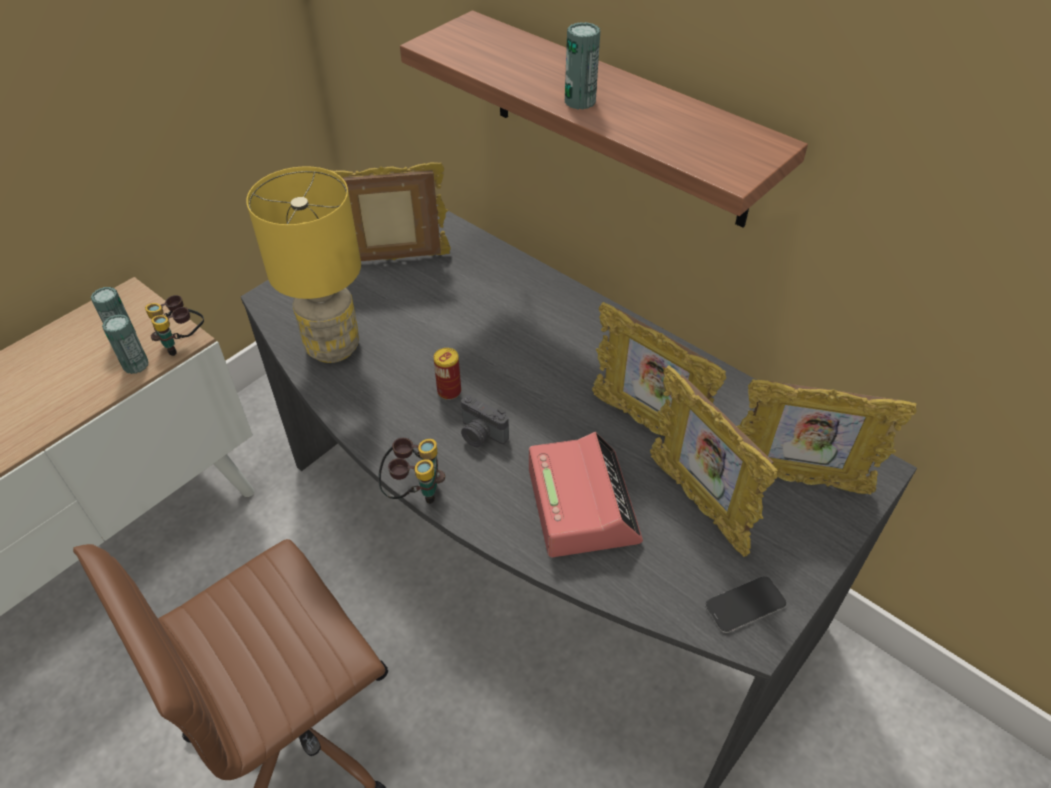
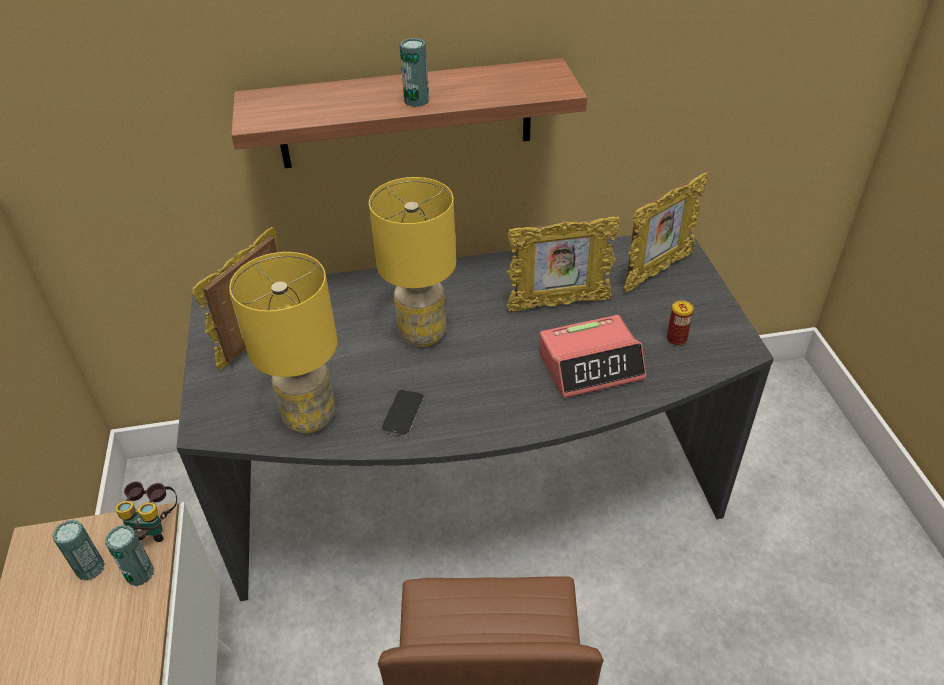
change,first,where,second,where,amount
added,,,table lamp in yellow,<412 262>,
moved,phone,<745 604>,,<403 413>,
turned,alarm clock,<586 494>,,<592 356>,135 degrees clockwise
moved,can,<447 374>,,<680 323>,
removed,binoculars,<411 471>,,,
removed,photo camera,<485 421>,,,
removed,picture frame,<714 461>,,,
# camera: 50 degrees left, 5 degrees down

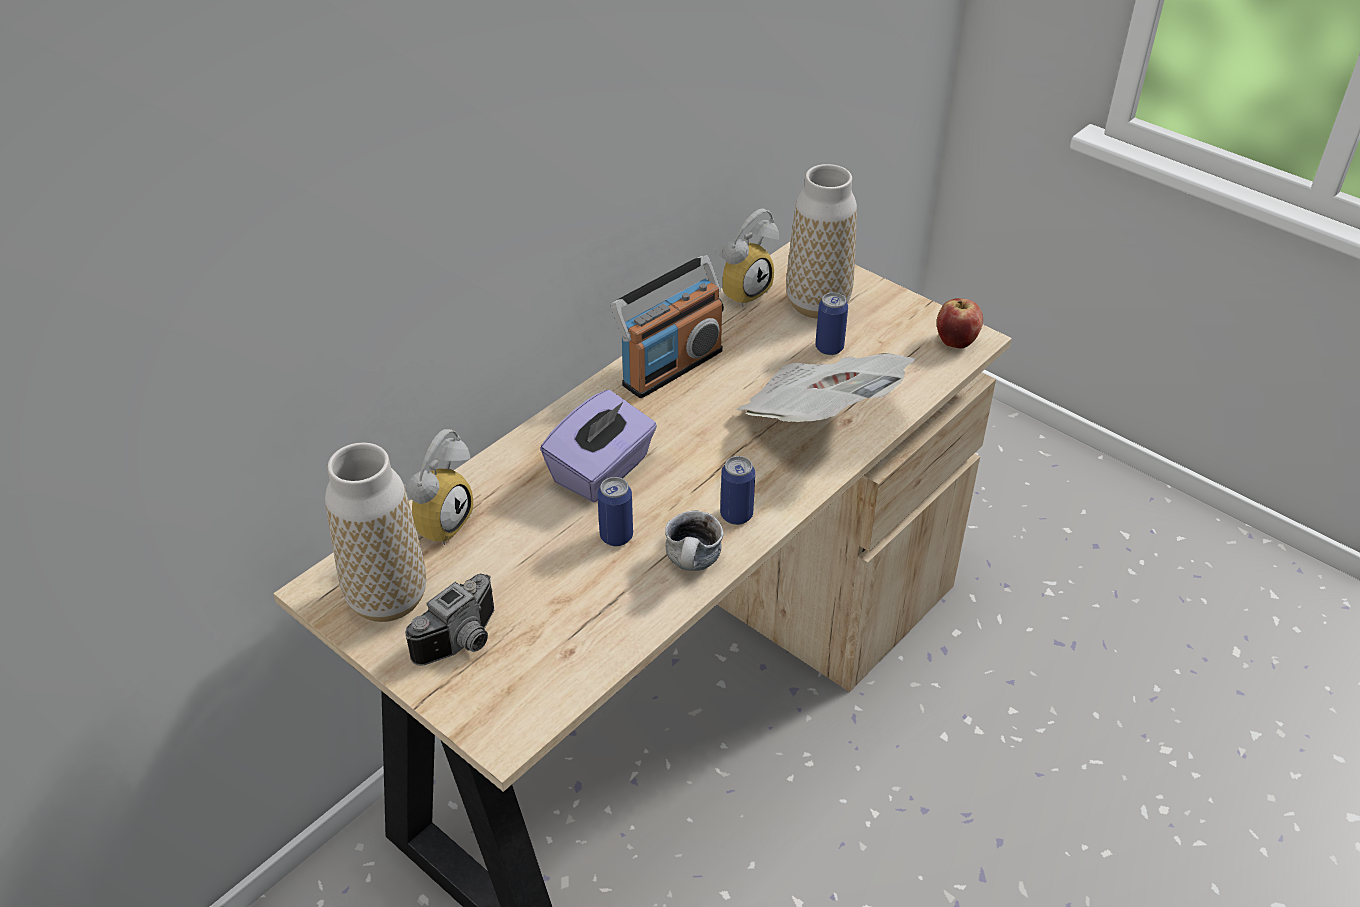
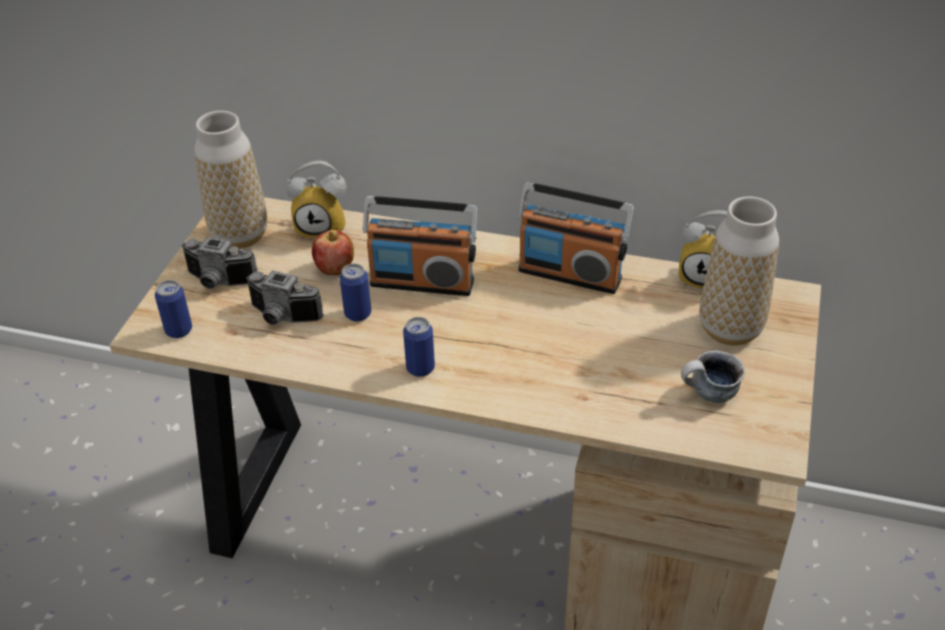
change,first,where,second,where,amount
moved,can,<831 323>,,<173 309>,
added,,,photo camera,<284 298>,
moved,apple,<960 323>,,<333 252>,
replaced,tissue box in purple,<598 446>,radio,<420 246>,
moved,mug,<694 541>,,<713 376>,
removed,newspaper,<825 387>,,,
# camera: 65 degrees right, 0 degrees up

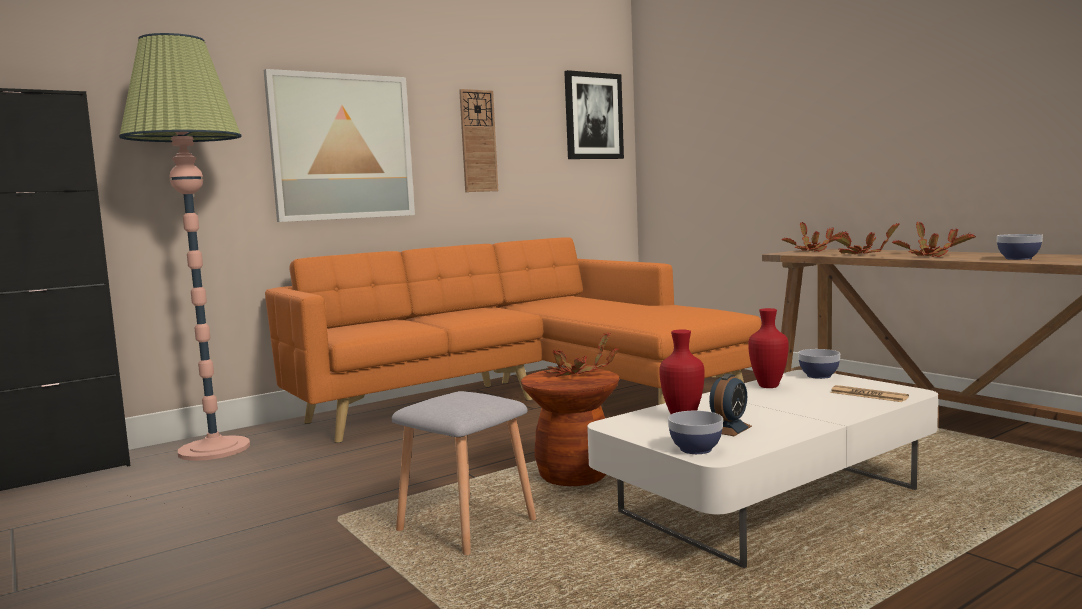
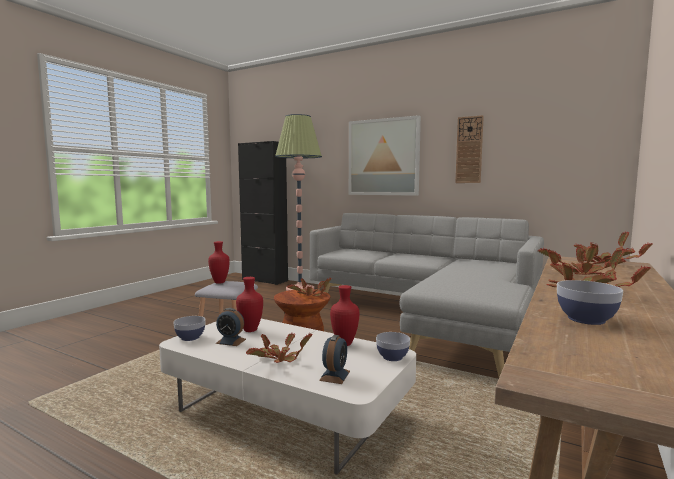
change,first,where,second,where,amount
added,,,vase in red,<219 262>,
added,,,potted plant,<279 347>,
recoloured,sofa in orange,<513 340>,sofa in grey,<427 295>,
replaced,newspaper,<869 393>,alarm clock,<334 359>,
removed,picture,<594 114>,,,
# camera: 65 degrees right, 0 degrees up

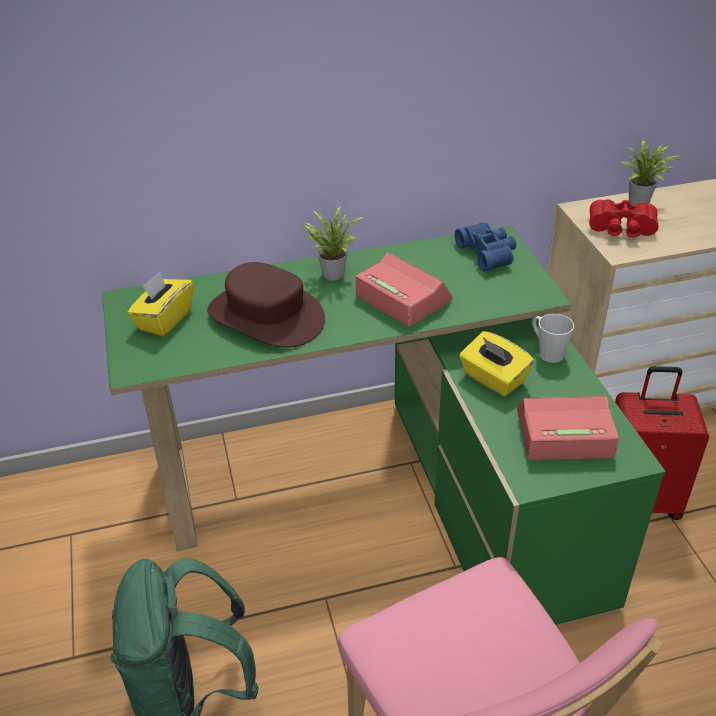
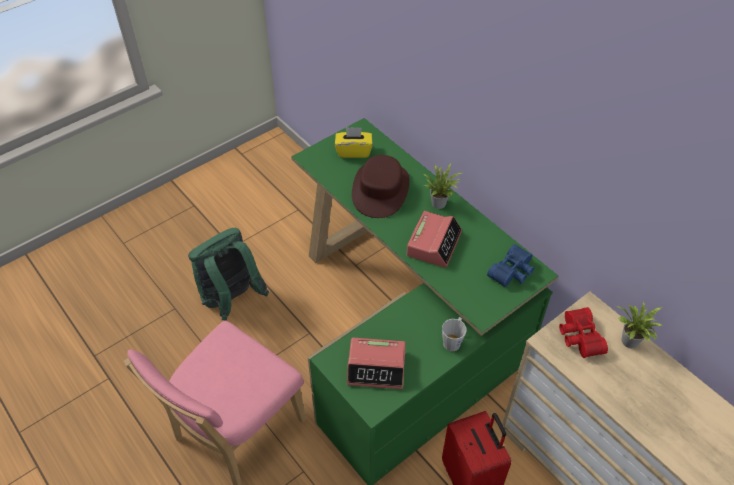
change,first,where,second,where,amount
turned,alarm clock,<568 428>,,<376 363>,120 degrees clockwise
removed,tissue box in yellow,<497 364>,,,
# camera: 65 degrees right, 10 degrees up

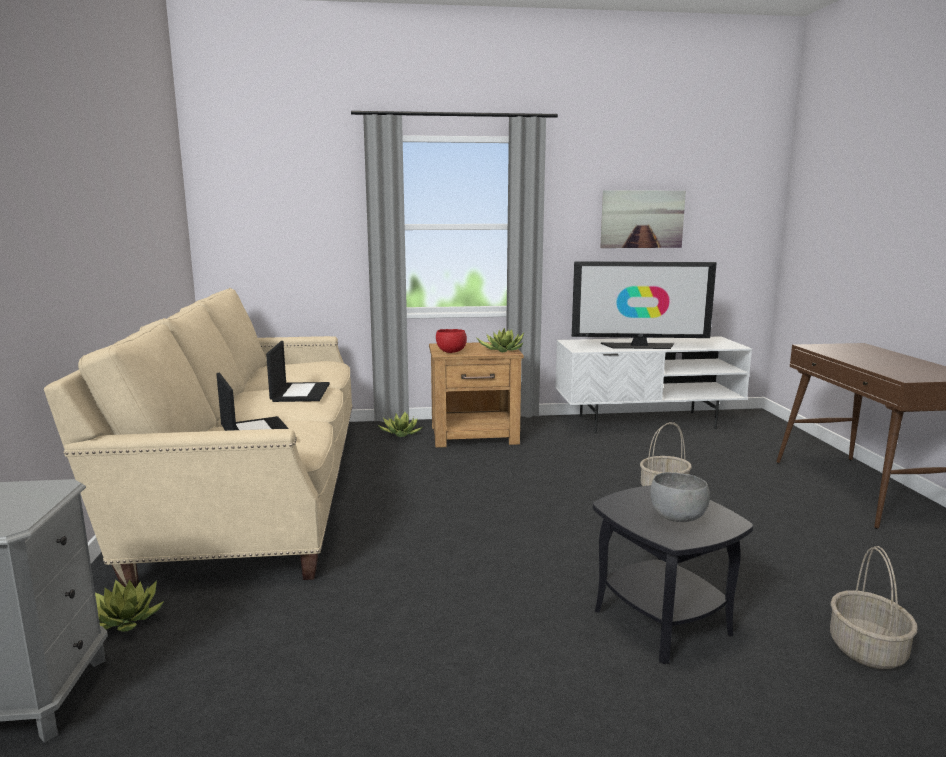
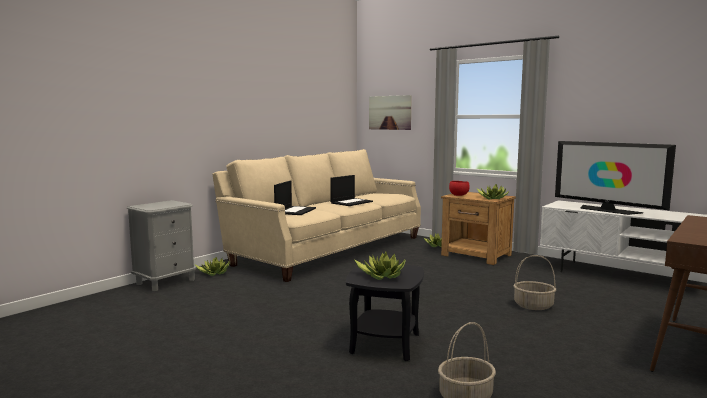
change,first,where,second,where,amount
replaced,bowl in grey,<680 497>,potted plant,<380 266>,
moved,picture,<643 219>,,<390 112>,
# camera: 45 degrees right, 5 degrees down

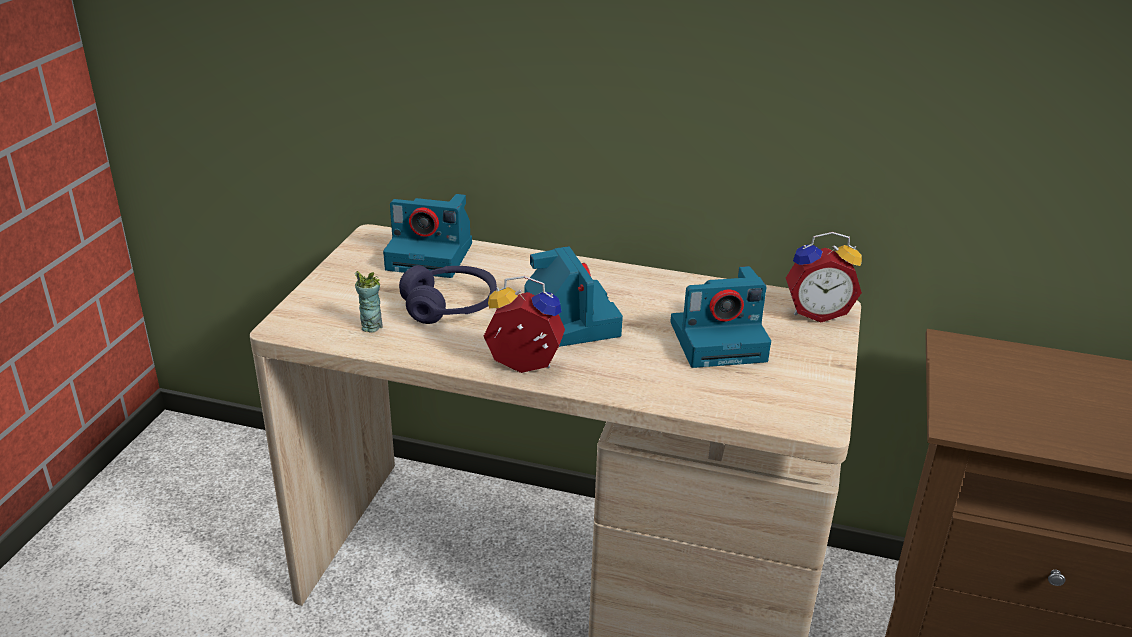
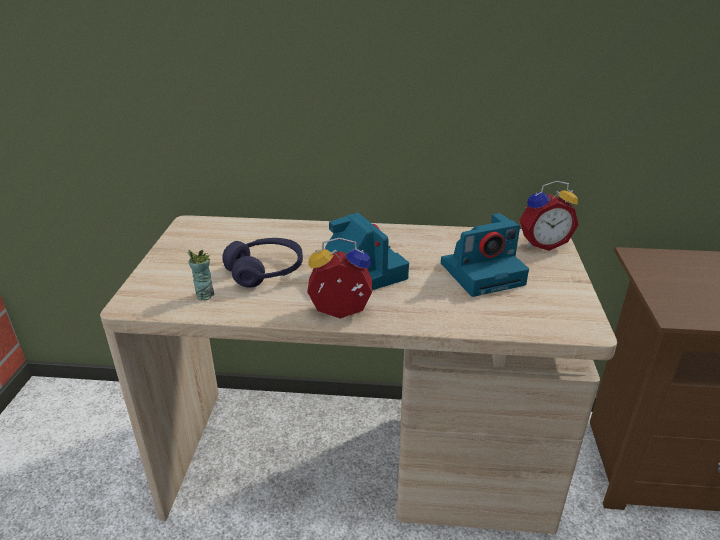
change,first,where,second,where,amount
removed,photo camera,<427 236>,,,
# camera: 10 degrees left, 0 degrees up

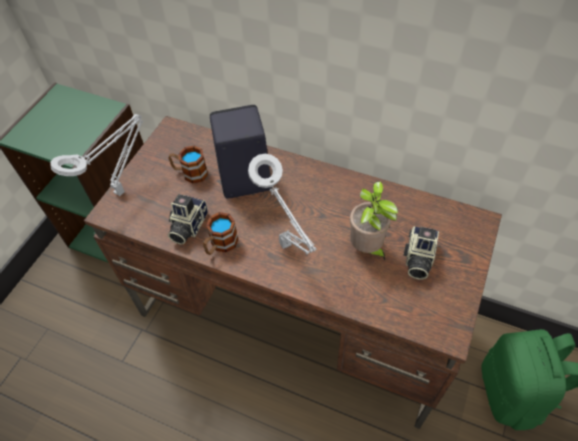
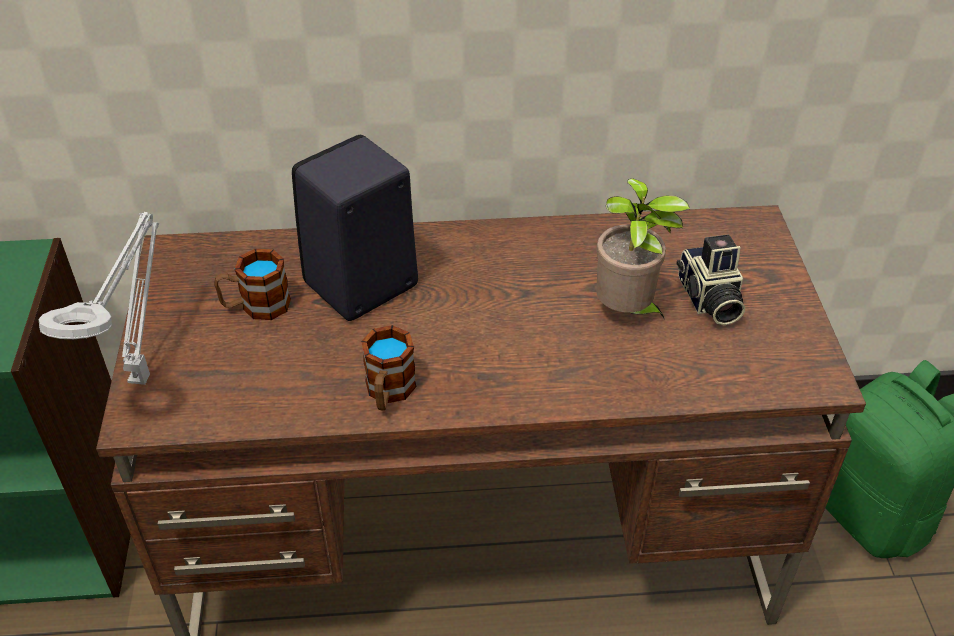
change,first,where,second,where,amount
removed,photo camera,<188 219>,,,
removed,table lamp in grey,<282 204>,,,
# camera: 30 degrees left, 10 degrees down

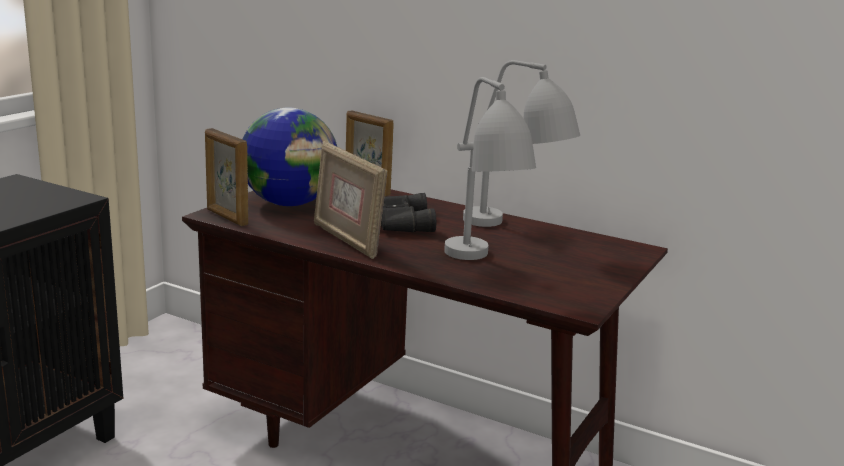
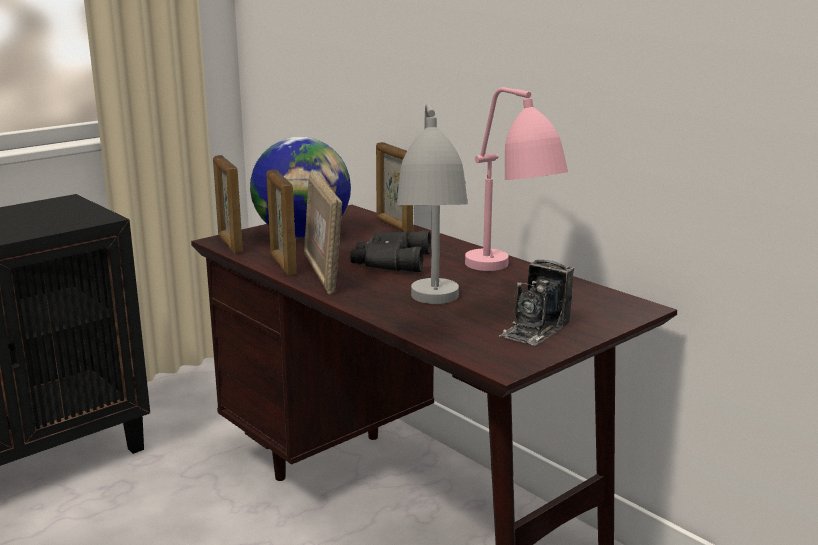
change,first,where,second,where,amount
added,,,picture frame,<282 223>,
recoloured,table lamp in grey,<521 143>,table lamp in pink,<516 179>,
added,,,photo camera,<536 302>,
# camera: 20 degrees right, 0 degrees up

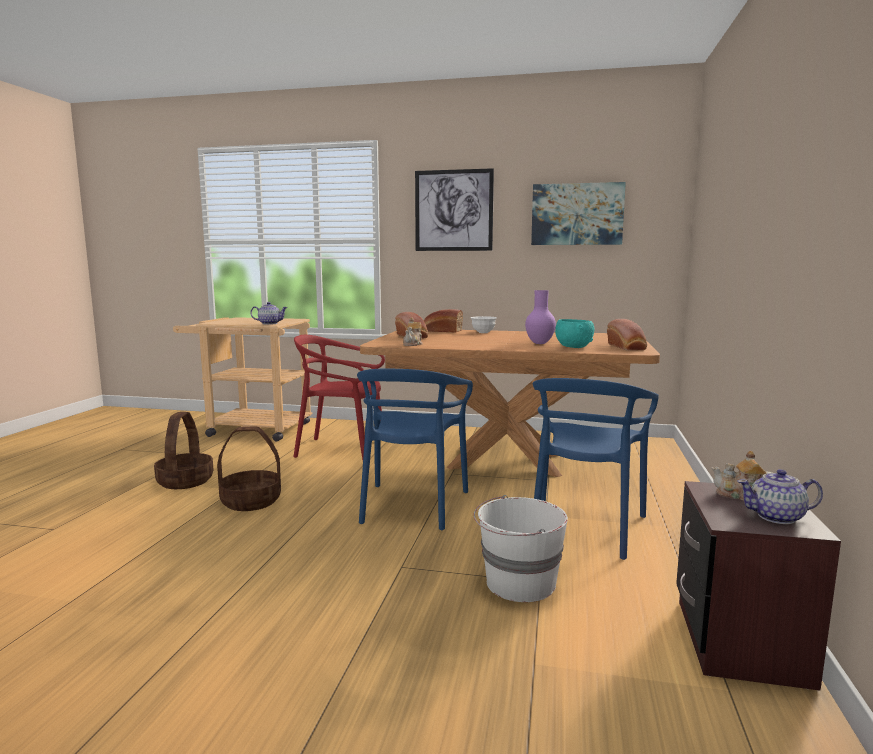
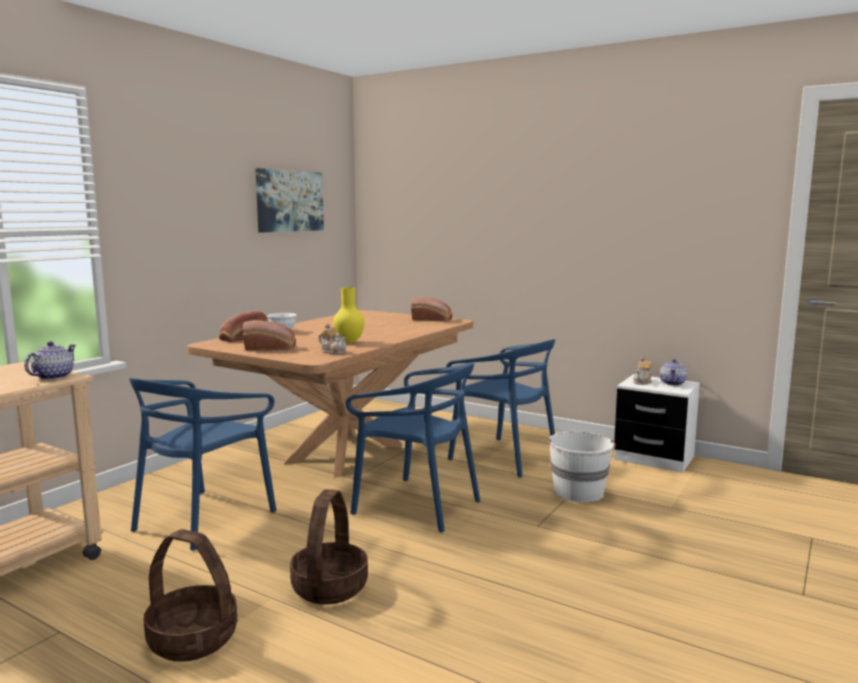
change,first,where,second,where,amount
recoloured,chair in red,<339 397>,chair in blue,<203 464>,
added,,,vase in yellow,<348 315>,
recoloured,nightstand in brown,<758 586>,nightstand in white,<657 423>,
removed,picture,<454 209>,,,
removed,vase in purple,<540 317>,,,
removed,bowl in turquoise,<574 333>,,,
# camera: 70 degrees left, 0 degrees up

